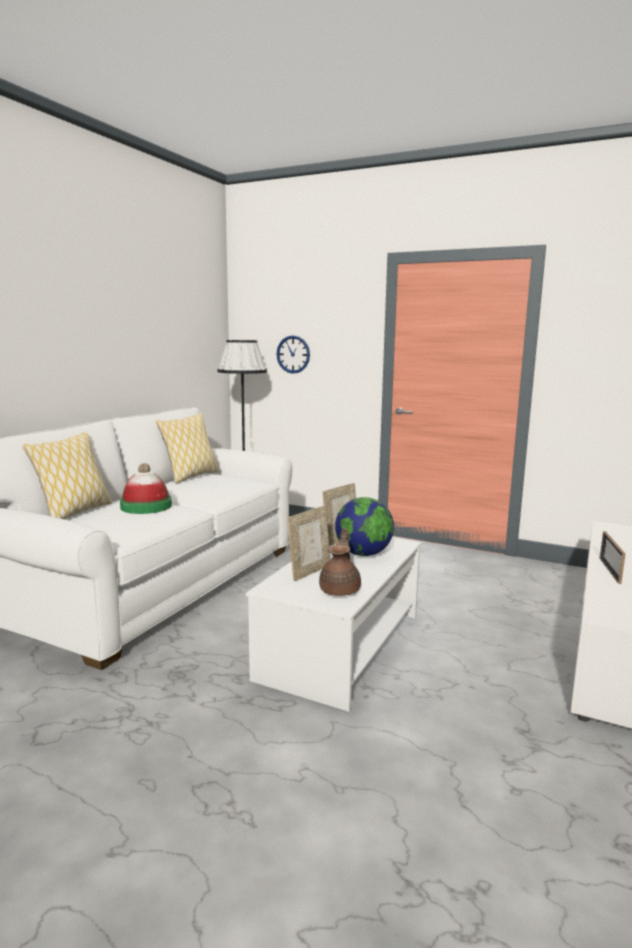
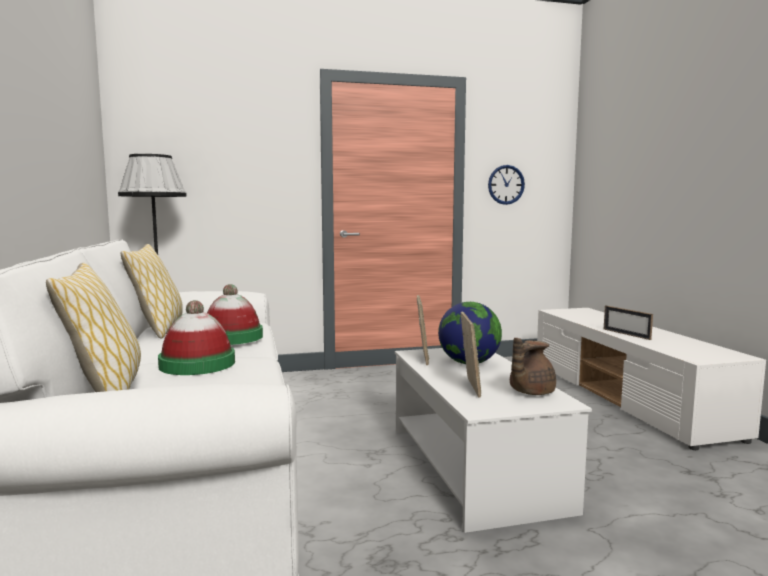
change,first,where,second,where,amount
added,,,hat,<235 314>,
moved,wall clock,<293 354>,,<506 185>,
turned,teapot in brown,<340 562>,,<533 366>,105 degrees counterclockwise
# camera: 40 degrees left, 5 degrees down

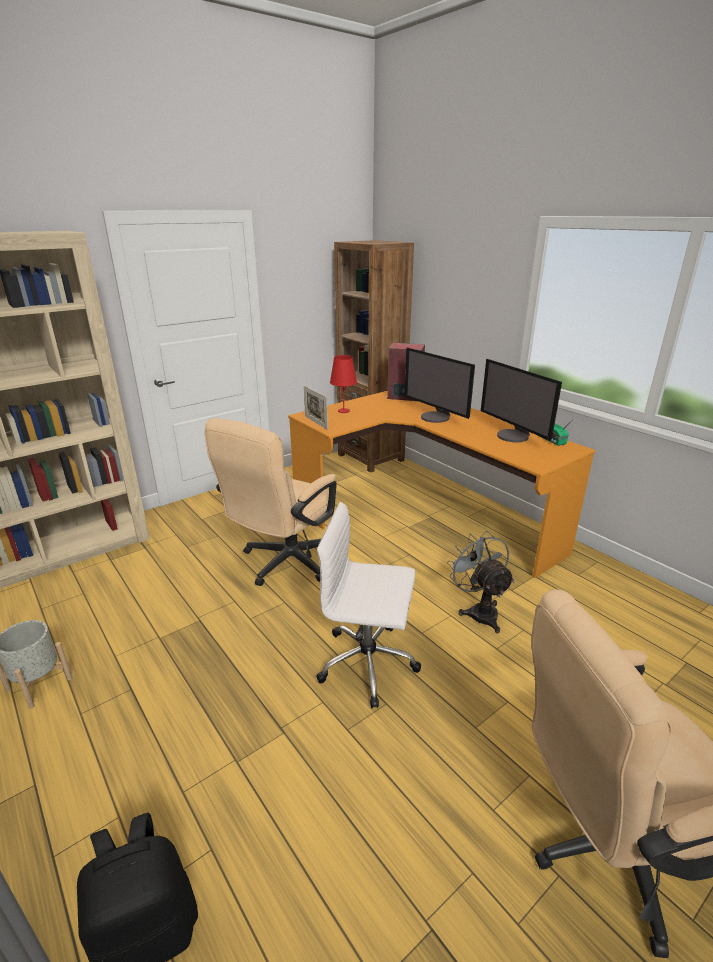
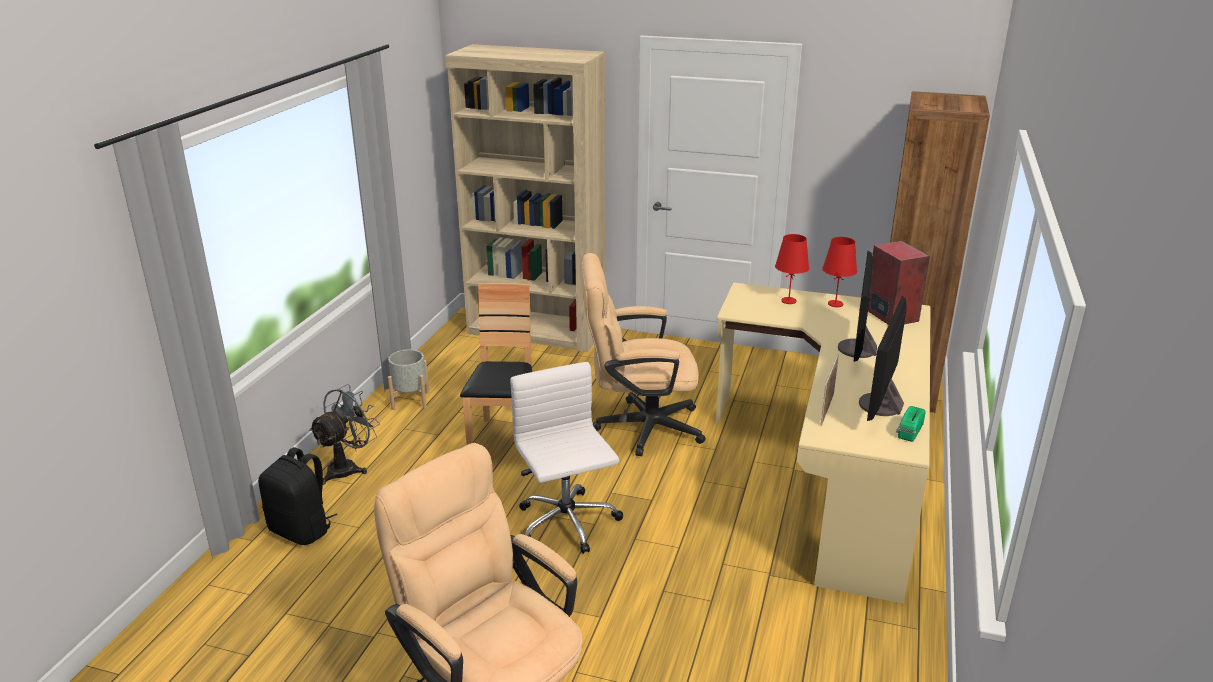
change,first,where,second,where,amount
moved,fan in grey,<481 582>,,<344 434>,
added,,,chair in brown,<496 364>,
recoloured,desk in orange,<441 484>,desk in beige,<823 443>,
moved,picture frame,<316 408>,,<829 389>,
added,,,table lamp in red,<839 272>,
# camera: 55 degrees right, 0 degrees up

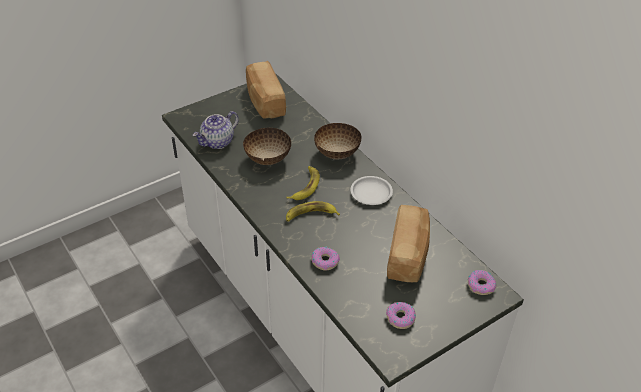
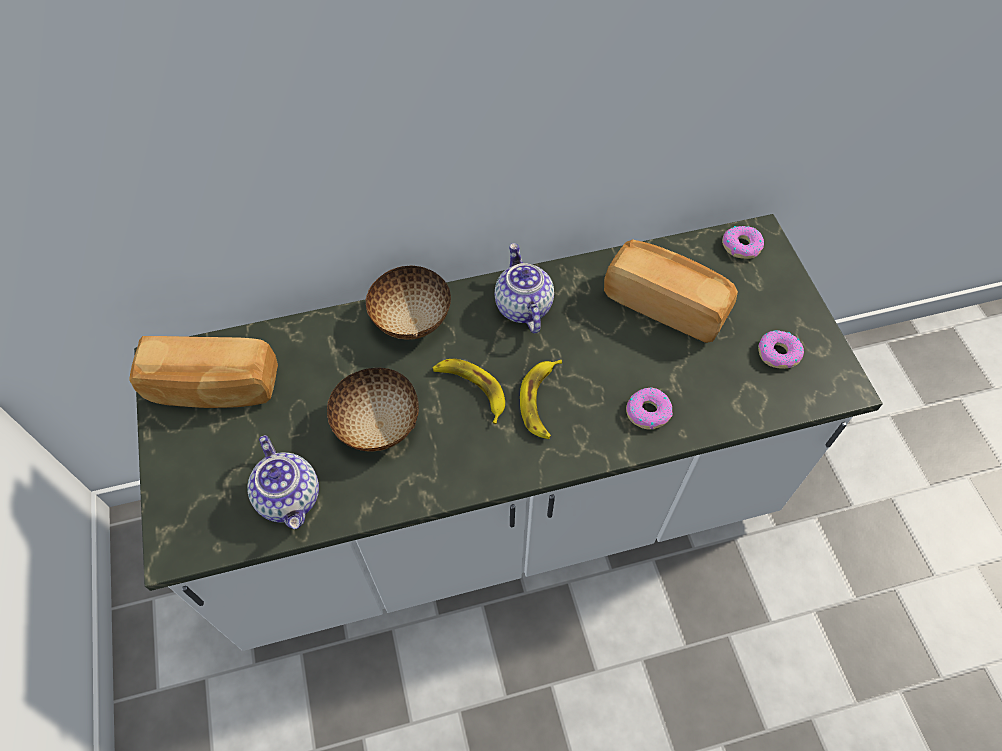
change,first,where,second,where,amount
replaced,plate in white,<371 190>,teapot,<524 288>,
# camera: 70 degrees left, 15 degrees up

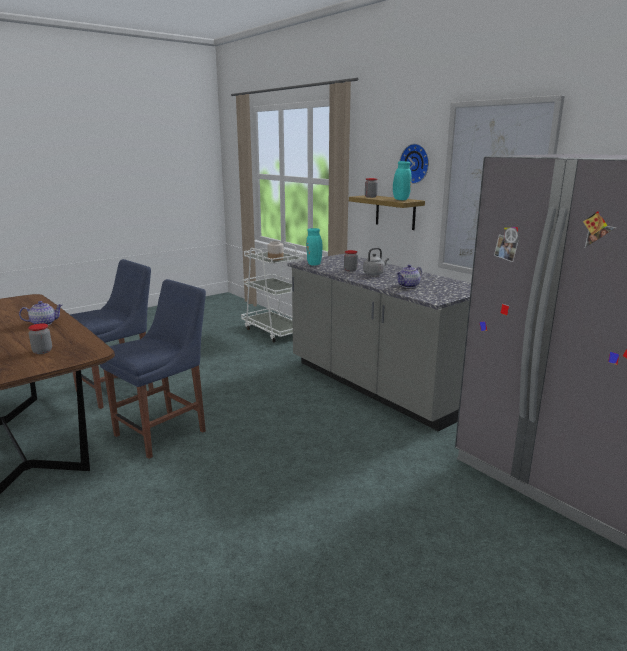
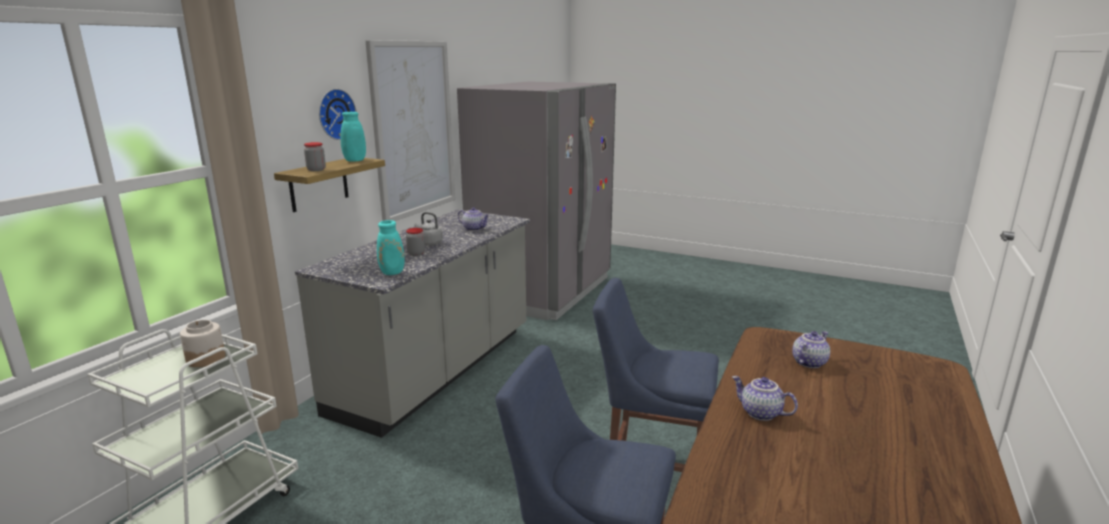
change,first,where,second,where,amount
replaced,jar,<40 338>,teapot,<811 349>,
# camera: 115 degrees left, 0 degrees up

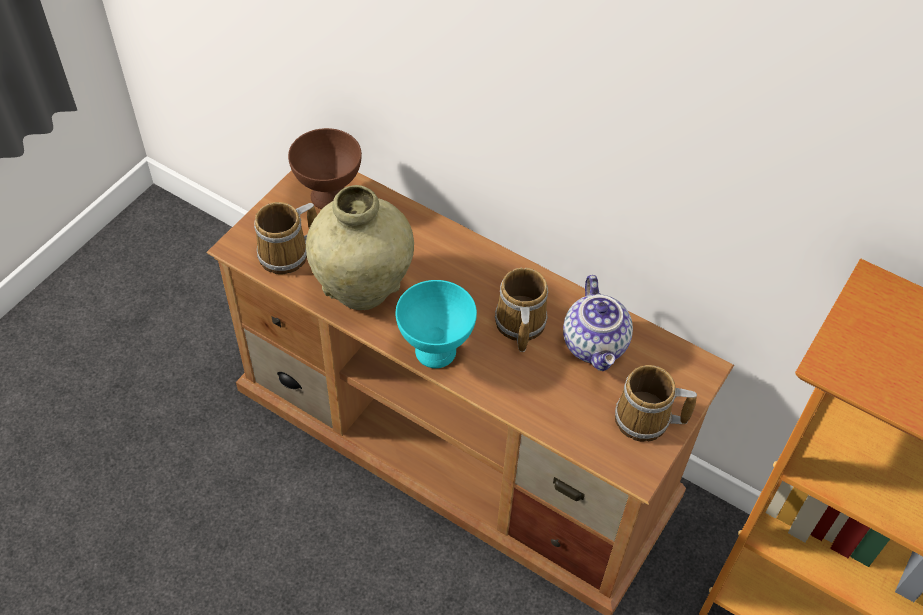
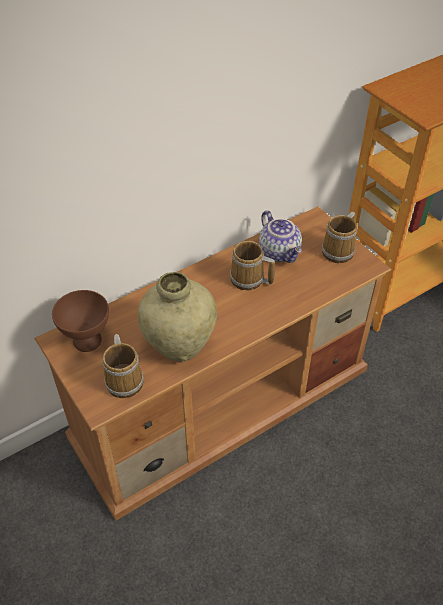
change,first,where,second,where,amount
turned,teapot,<598 323>,,<280 236>,45 degrees clockwise
removed,bowl in turquoise,<436 324>,,,
# camera: 65 degrees left, 5 degrees down

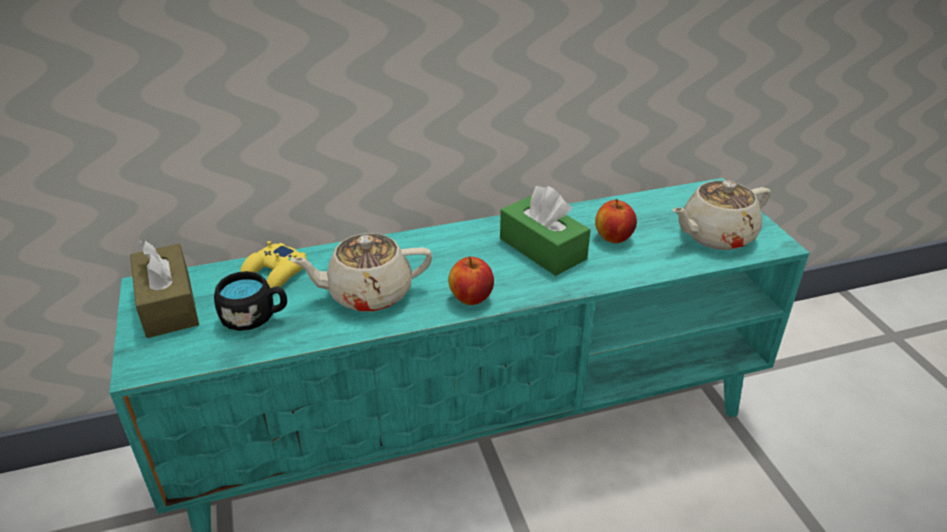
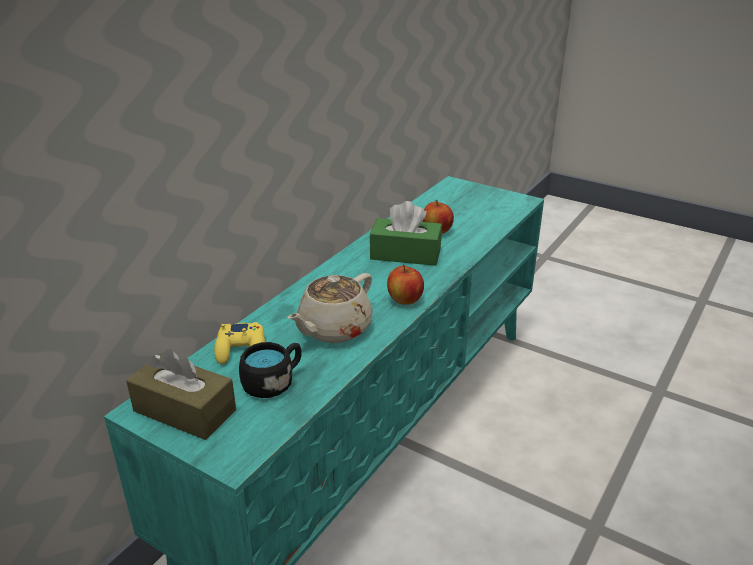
change,first,where,second,where,amount
removed,teapot in beige,<721 215>,,,
# camera: 40 degrees left, 5 degrees down

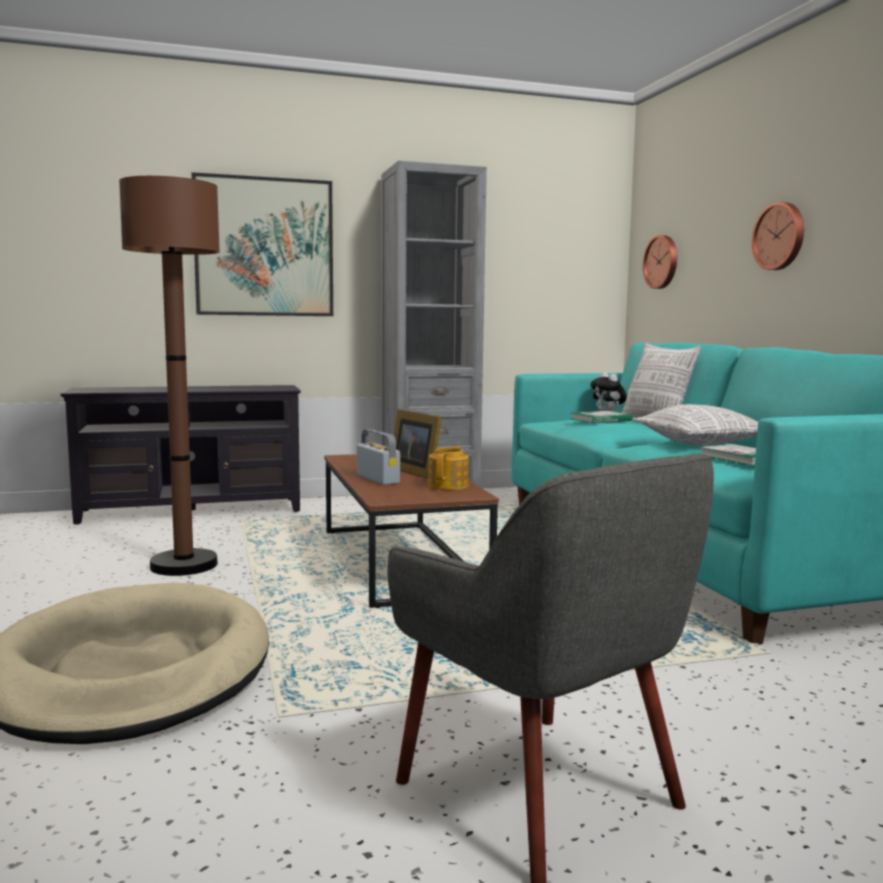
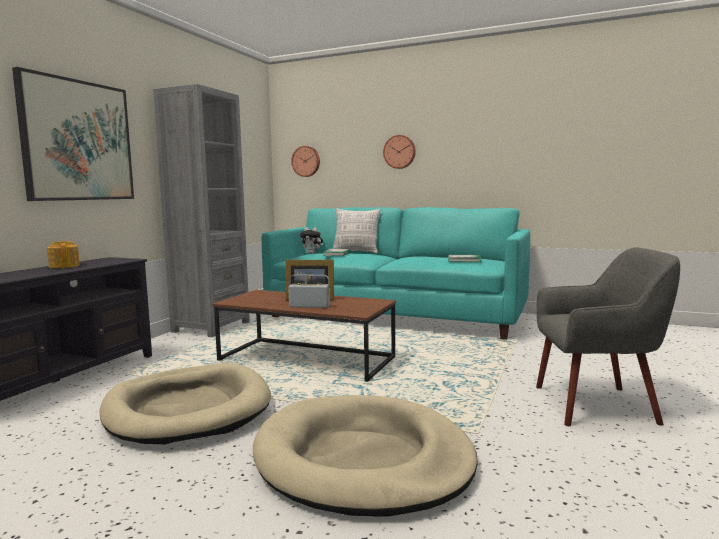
change,first,where,second,where,amount
moved,teapot,<448 468>,,<63 254>,
replaced,floor lamp in brown,<169 376>,dog bed in beige,<185 403>,
removed,pillow,<695 425>,,,
# camera: 50 degrees left, 0 degrees up

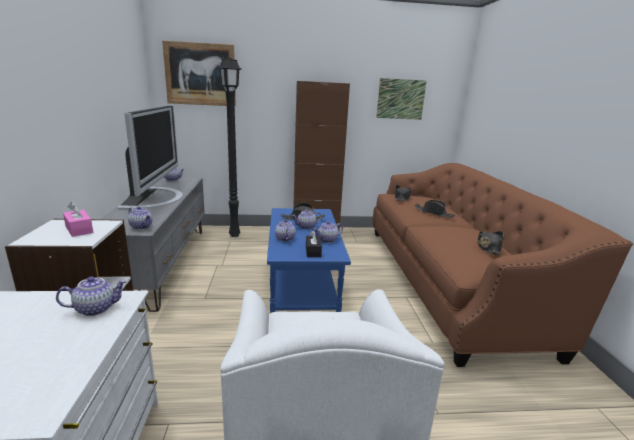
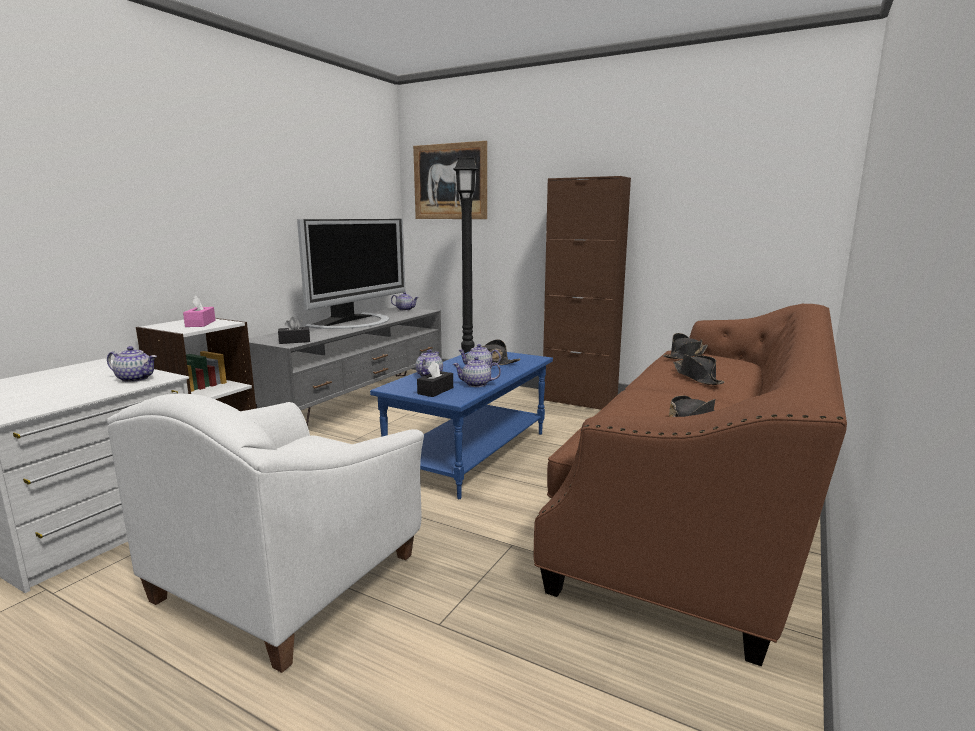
change,first,where,second,where,amount
replaced,teapot,<140 218>,tissue box in black,<294 330>,
removed,picture,<401 99>,,,
# camera: 35 degrees right, 5 degrees down

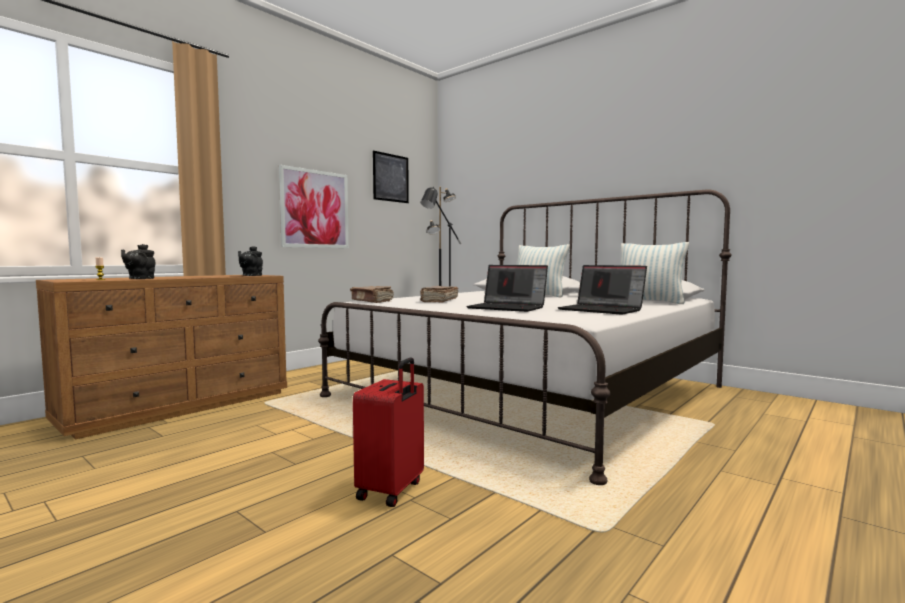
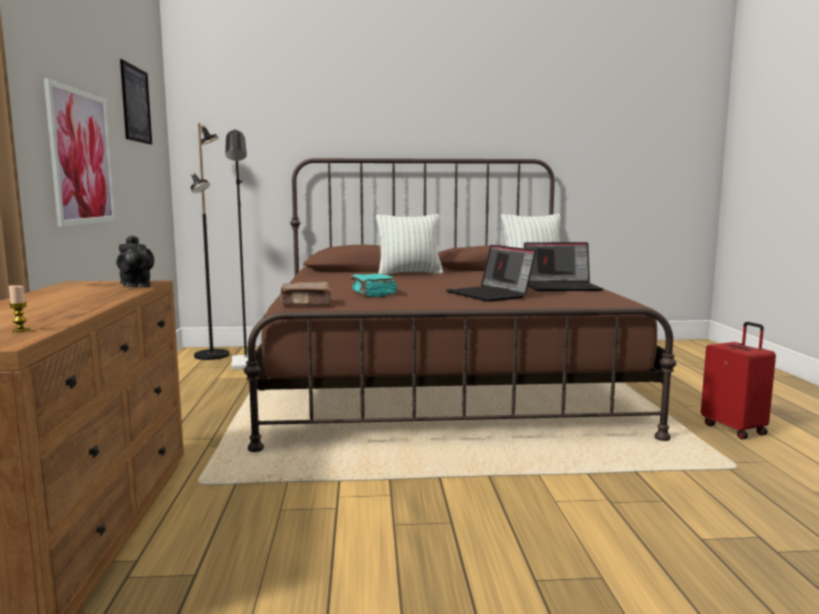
change,first,where,second,where,amount
recoloured,bed in white,<525 337>,bed in brown,<460 305>,
recoloured,book in brown,<439 294>,book in turquoise,<373 286>,
turned,laptop,<507 288>,,<491 273>,75 degrees clockwise
moved,suitcase in red,<388 432>,,<738 380>,
removed,teapot in black,<138 261>,,,
# camera: 45 degrees left, 5 degrees up

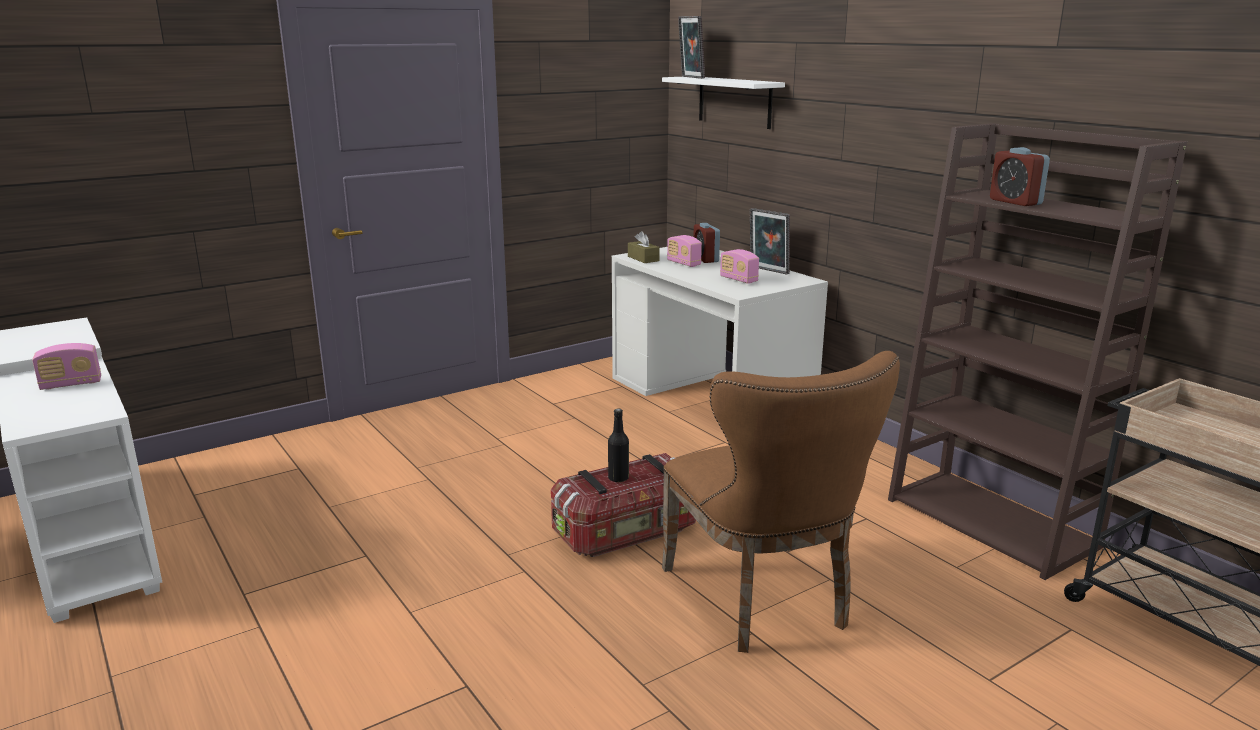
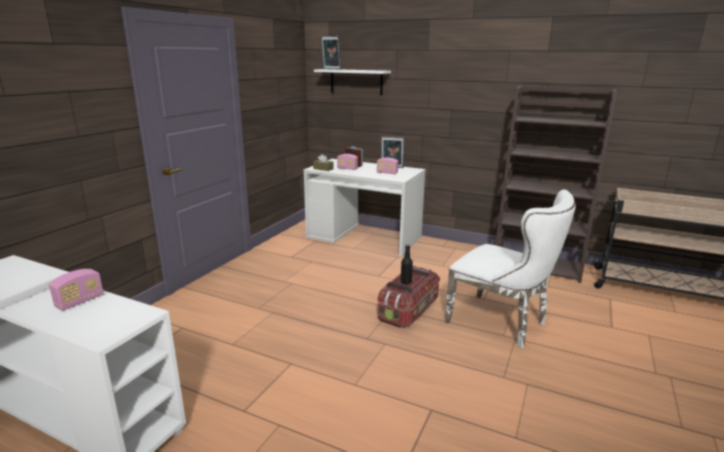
change,first,where,second,where,amount
recoloured,chair in brown,<781 502>,chair in white,<510 269>,
removed,alarm clock,<1020 176>,,,
# camera: 30 degrees left, 0 degrees up

